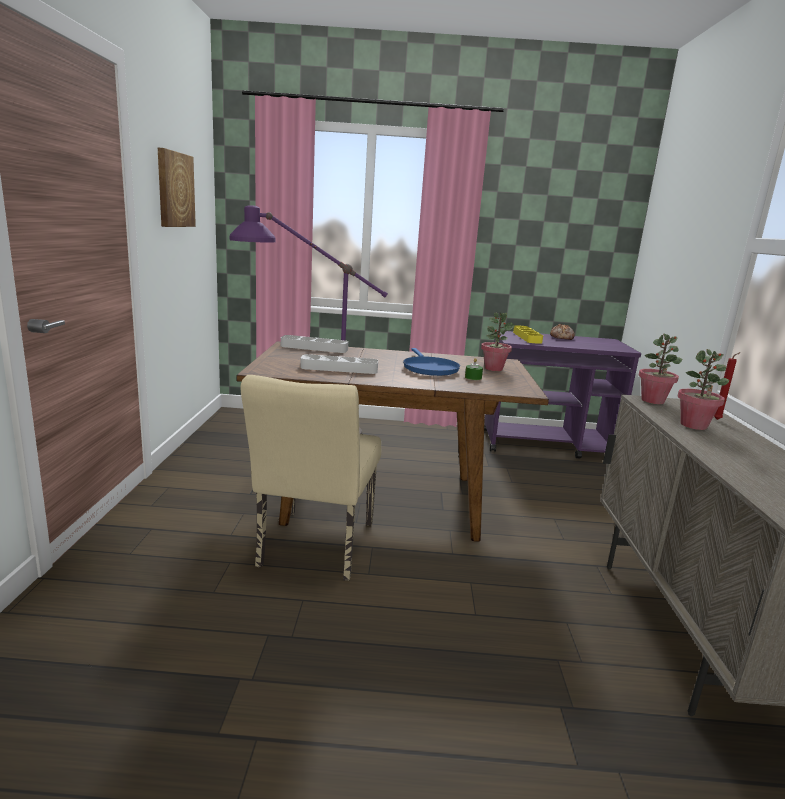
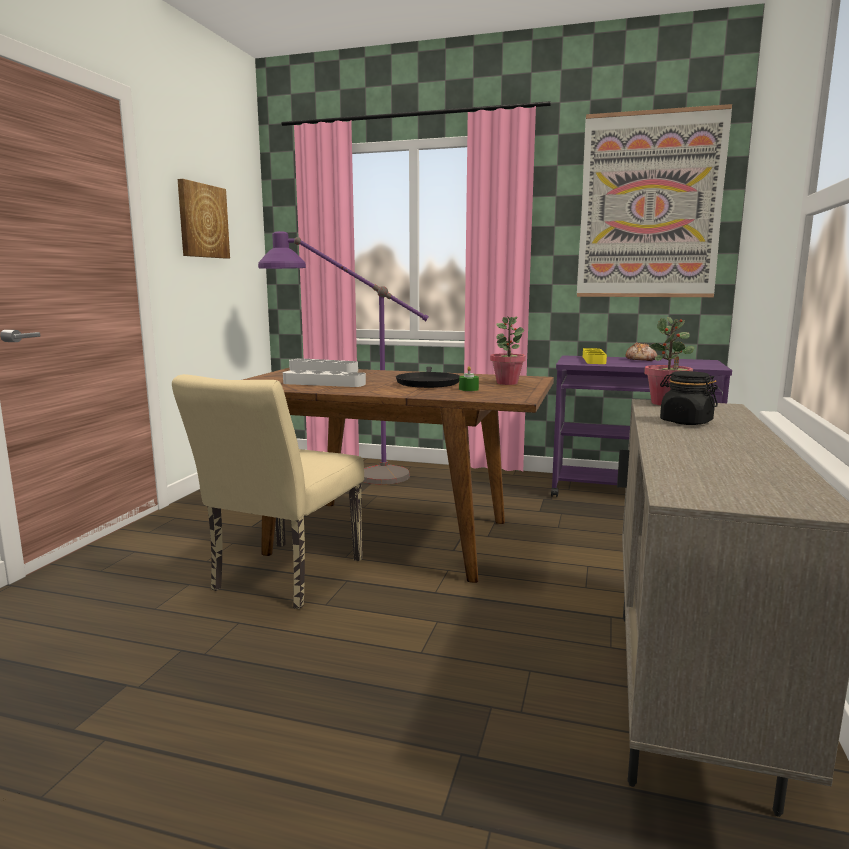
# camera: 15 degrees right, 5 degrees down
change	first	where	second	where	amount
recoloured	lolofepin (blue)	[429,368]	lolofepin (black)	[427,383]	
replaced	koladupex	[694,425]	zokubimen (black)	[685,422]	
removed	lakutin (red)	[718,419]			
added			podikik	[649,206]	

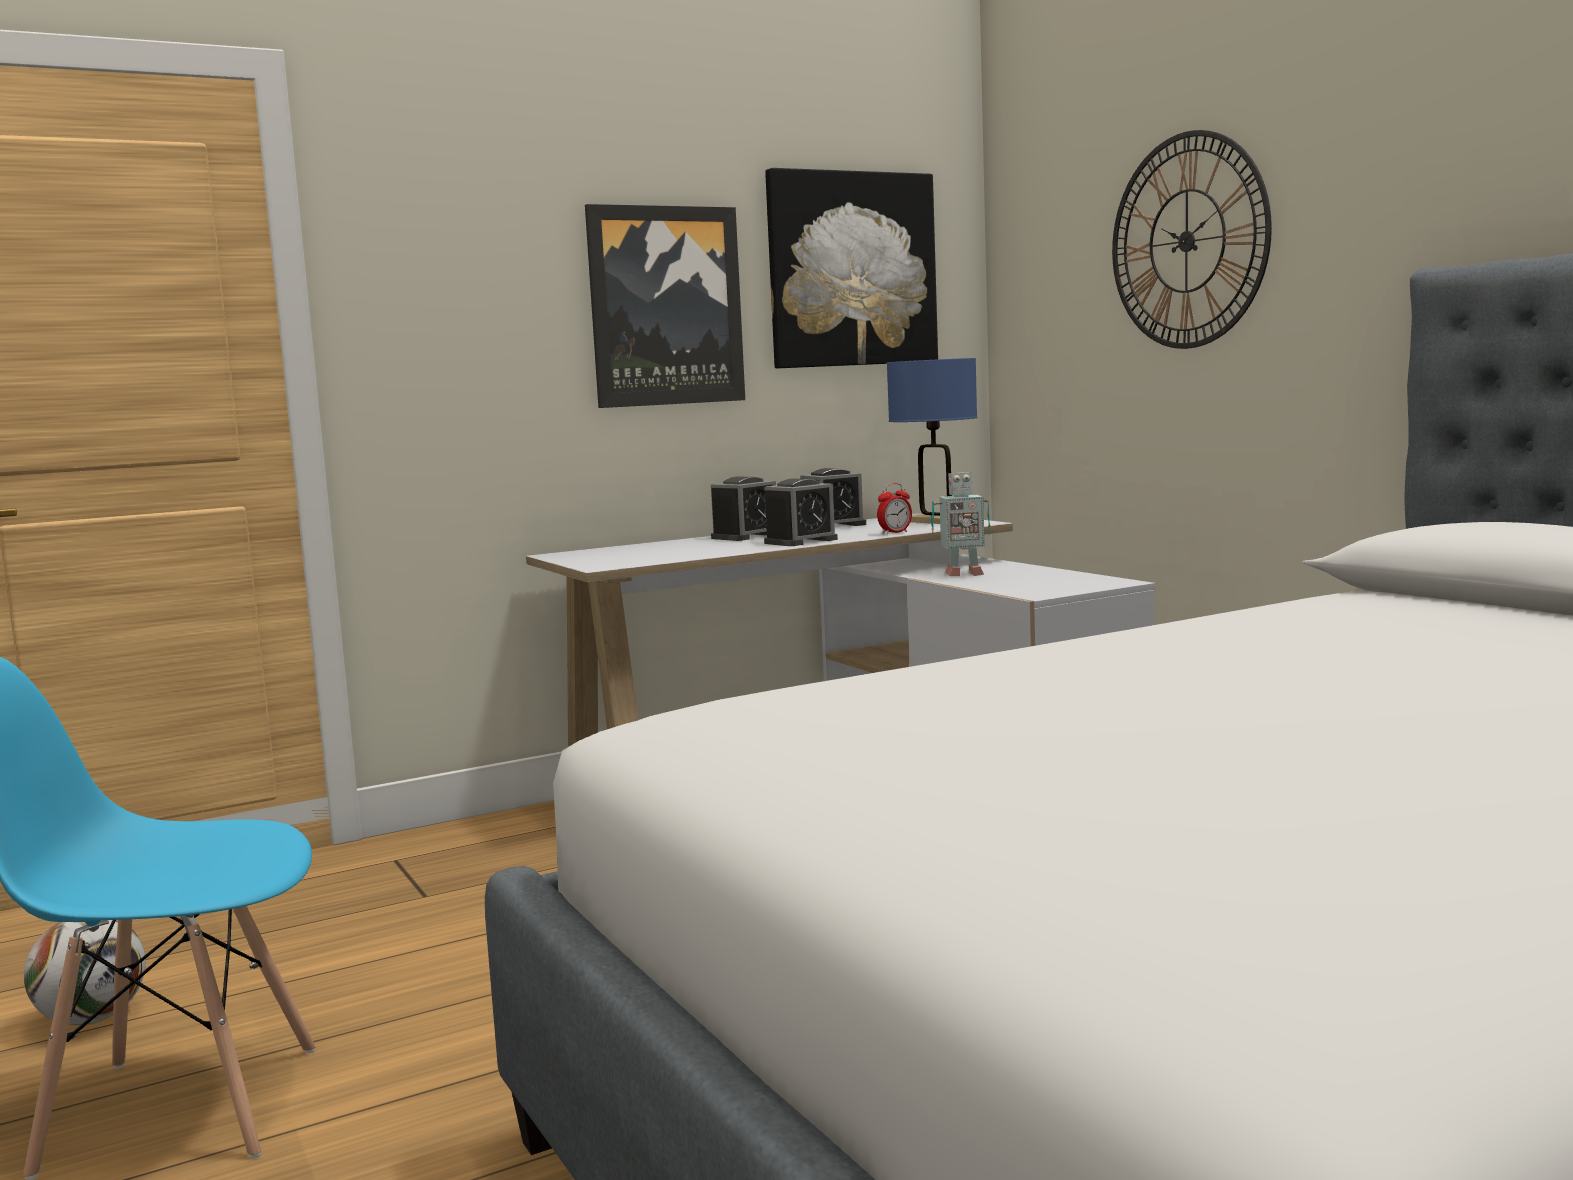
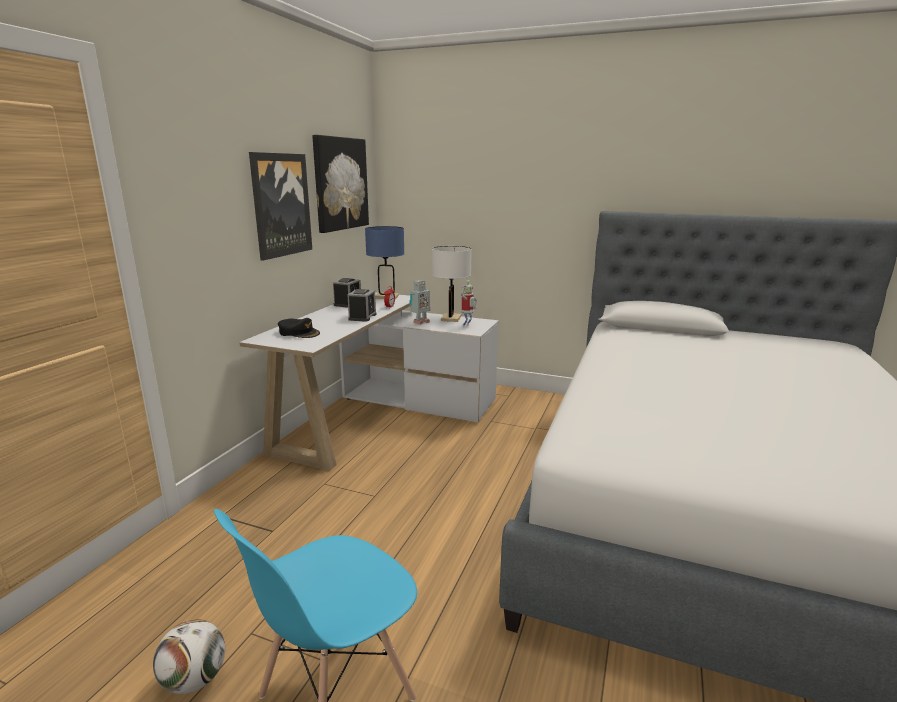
# camera: 40 degrees left, 10 degrees up
change	first	where	second	where	amount
removed	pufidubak	[746,536]			
removed	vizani	[1187,241]			
added			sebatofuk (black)	[299,333]	
added			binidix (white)	[451,318]	
added			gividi	[467,326]	

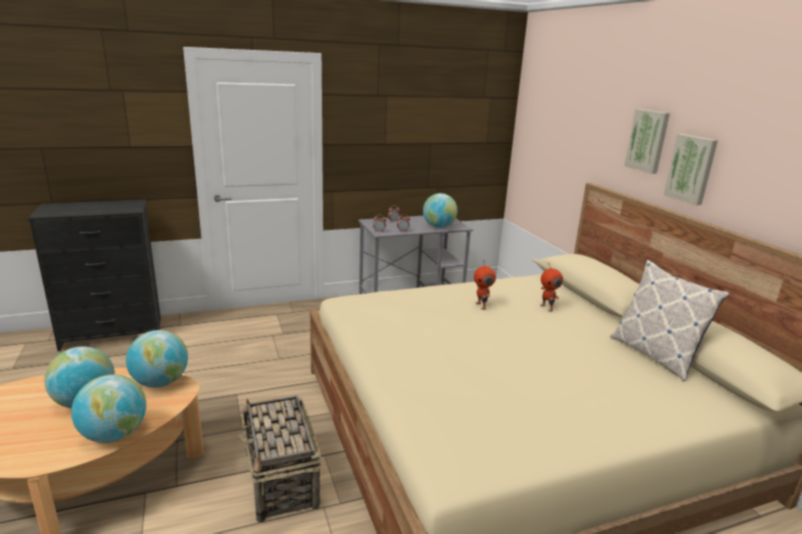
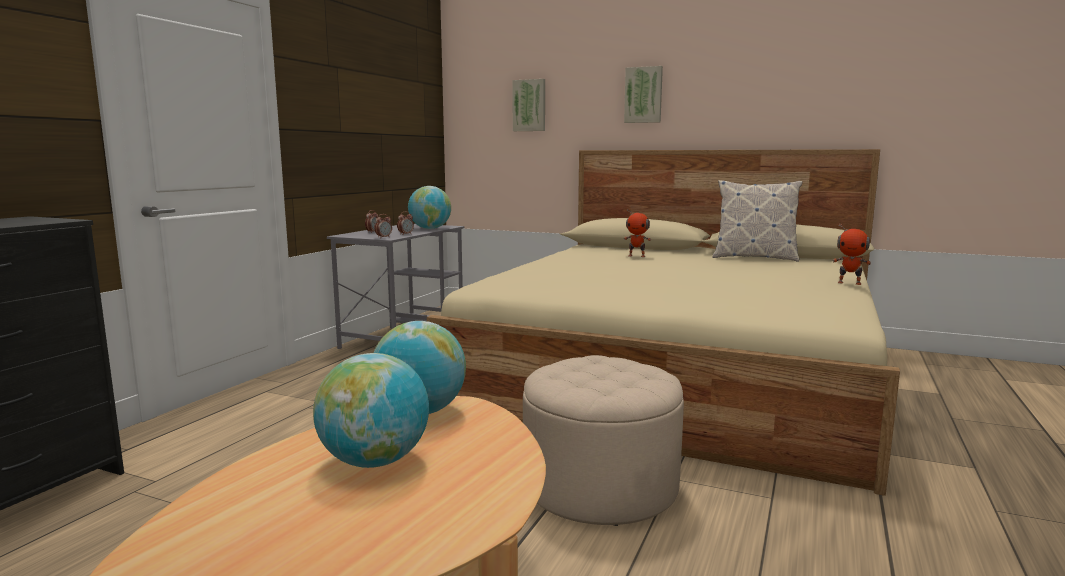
# camera: 45 degrees left, 10 degrees down
change	first	where	second	where	amount
removed	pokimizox	[114,435]			
replaced	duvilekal	[281,480]	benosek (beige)	[600,486]	
moved	gividi	[481,306]		[849,283]	
moved	podikik	[691,169]		[529,105]	

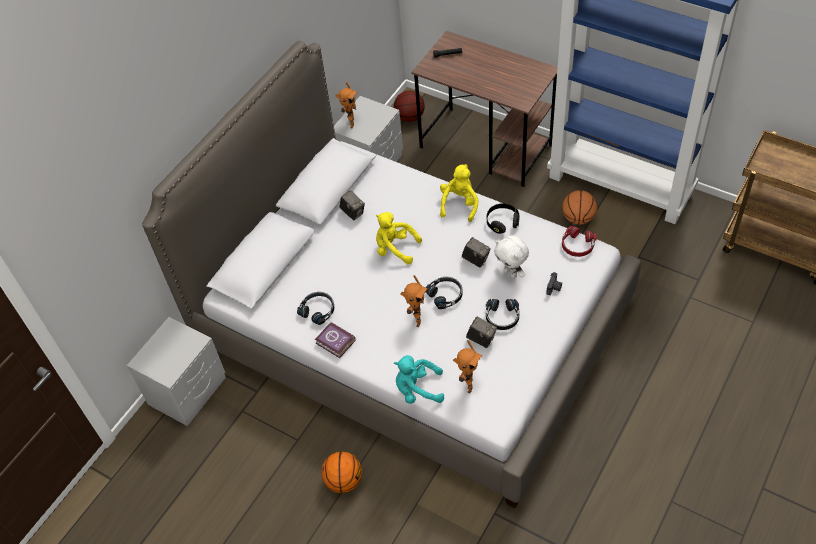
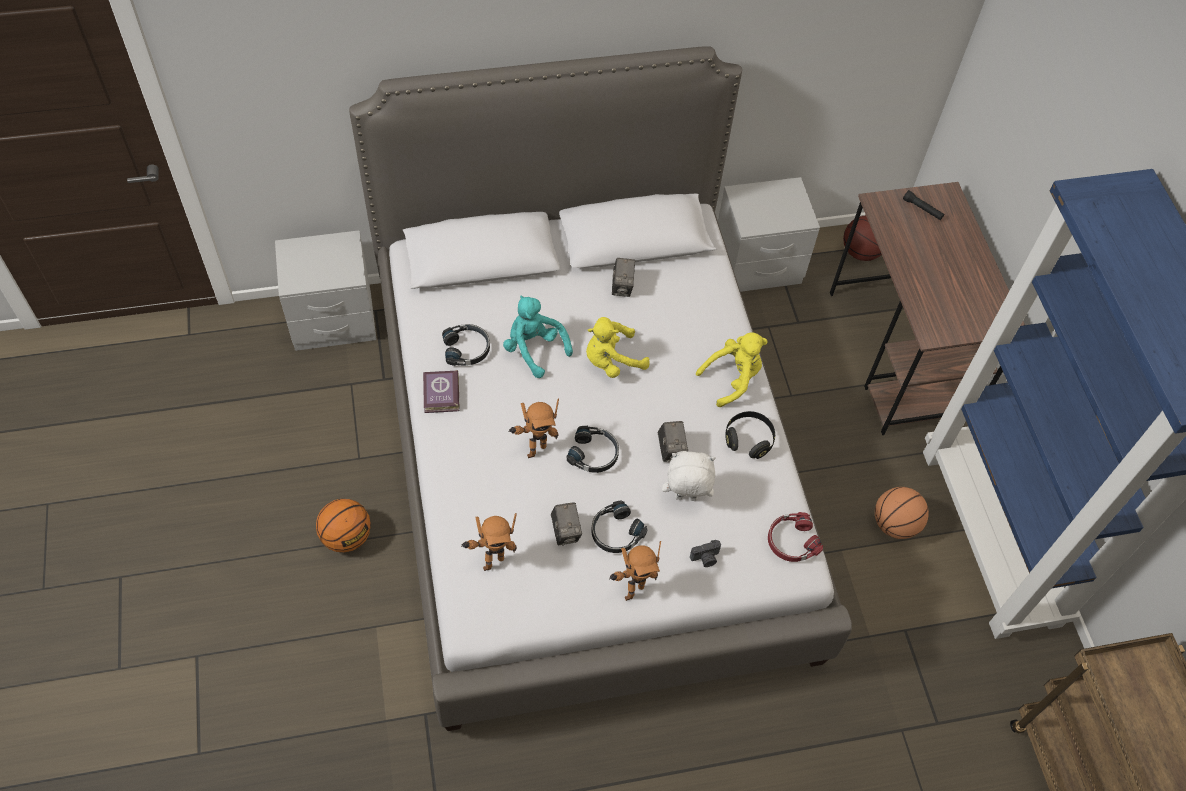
# camera: 40 degrees right, 5 degrees up
change	first	where	second	where	amount
moved	gividi	[350,124]		[631,590]	
turned	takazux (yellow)	[395,249]		[611,361]	90 degrees counterclockwise
moved	takazux (turquoise)	[417,389]		[534,349]	
turned	takazux (white)	[511,273]		[685,499]	90 degrees clockwise

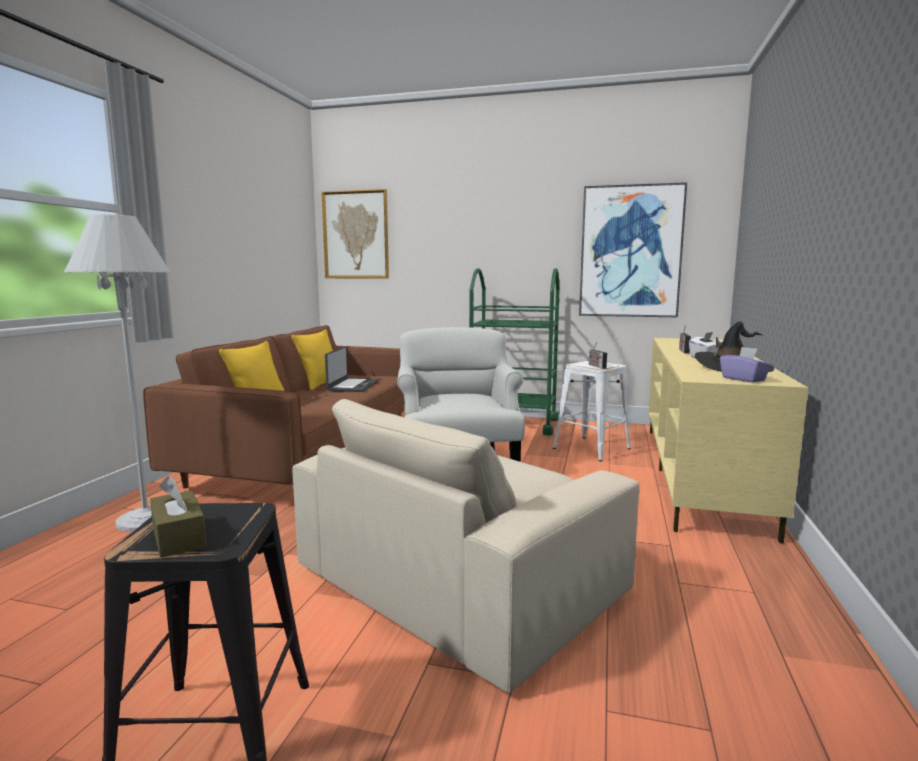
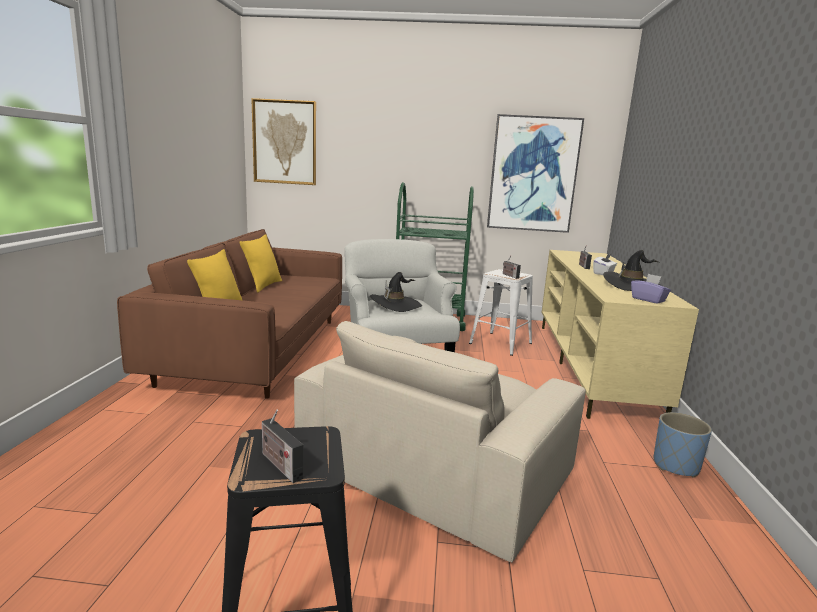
# camera: 10 degrees left, 5 degrees up
change	first	where	second	where	amount
removed	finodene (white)	[146,520]			
replaced	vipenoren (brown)	[178,537]	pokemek	[279,465]	
removed	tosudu	[352,385]			
added			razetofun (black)	[395,305]	
added			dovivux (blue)	[675,466]	

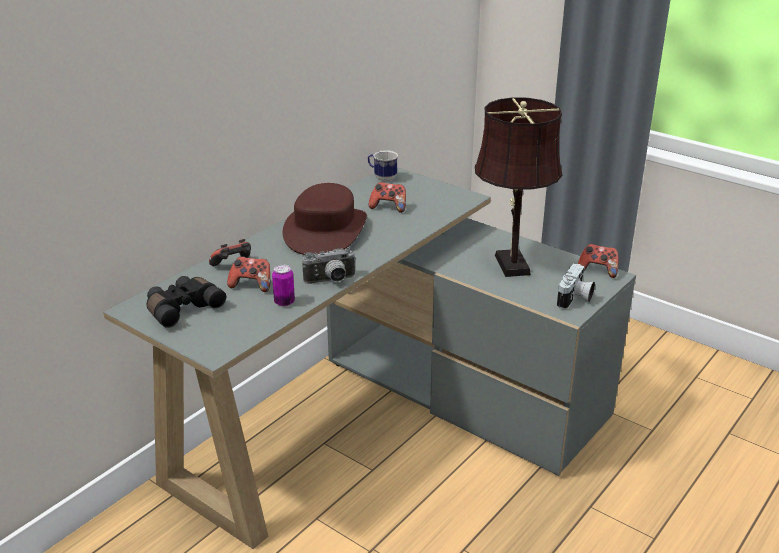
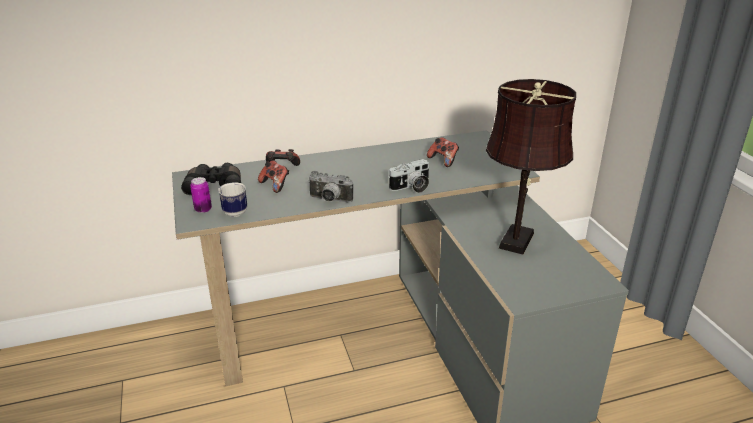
# camera: 35 degrees right, 0 degrees up
change	first	where	second	where	amount
moved	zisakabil	[284,302]		[203,209]	
removed	razetofun (brown)	[325,231]			
moved	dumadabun	[382,178]		[234,211]	
moved	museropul	[575,299]		[411,188]	
removed	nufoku	[598,270]			

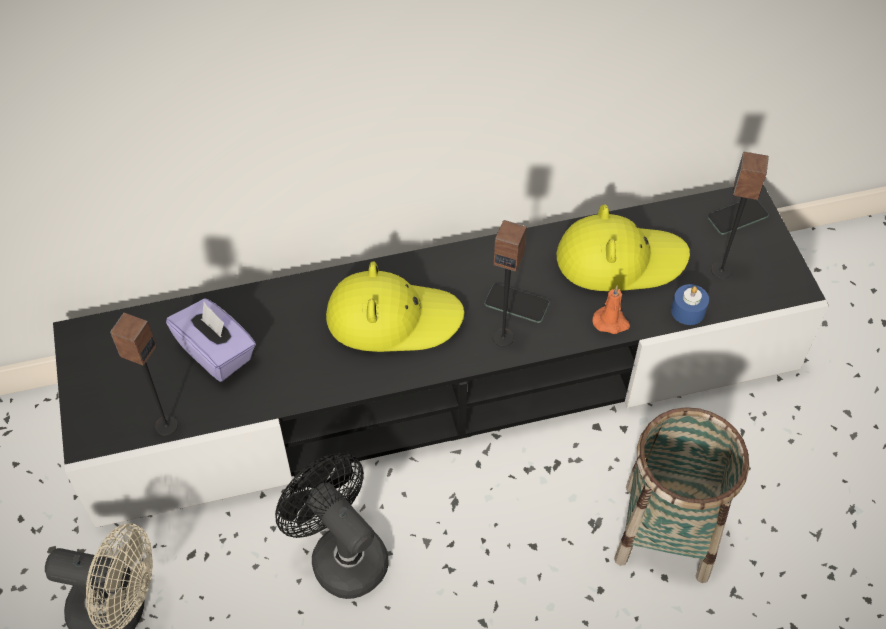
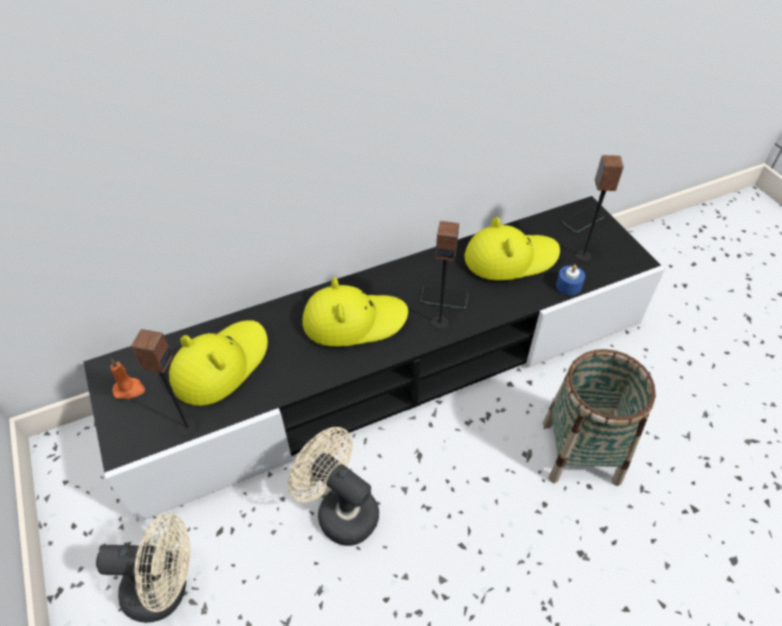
# camera: 10 degrees left, 5 degrees down
change	first	where	second	where	amount
replaced	vipenoren (purple)	[217,352]	razetofun (yellow)	[220,365]	
recoloured	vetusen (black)	[341,554]	vetusen (beige)	[340,510]	
moved	lakutin (orange)	[611,322]		[129,389]	

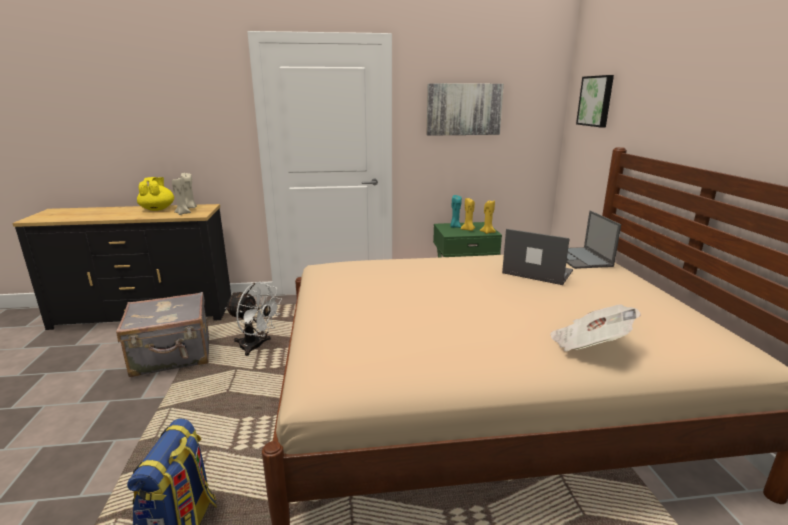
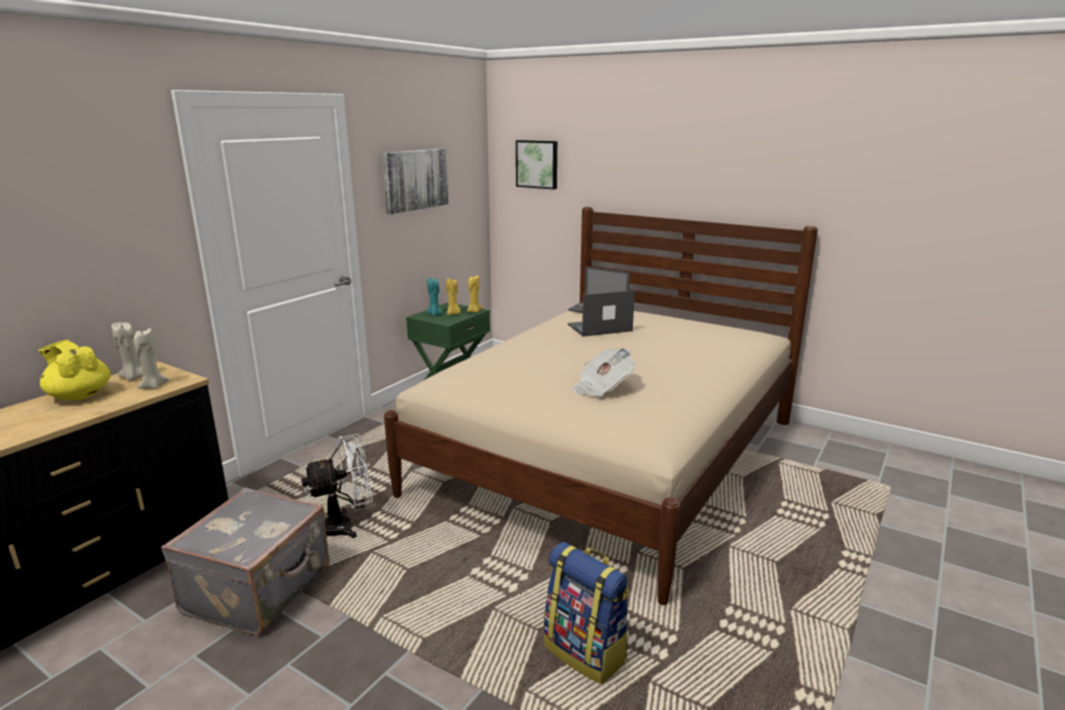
# camera: 50 degrees left, 0 degrees up
change	first	where	second	where	amount
moved	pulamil	[588,345]		[601,388]	

